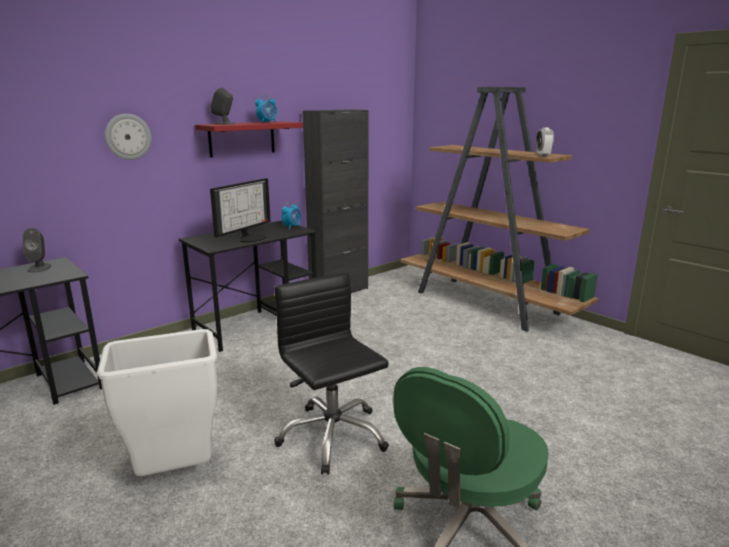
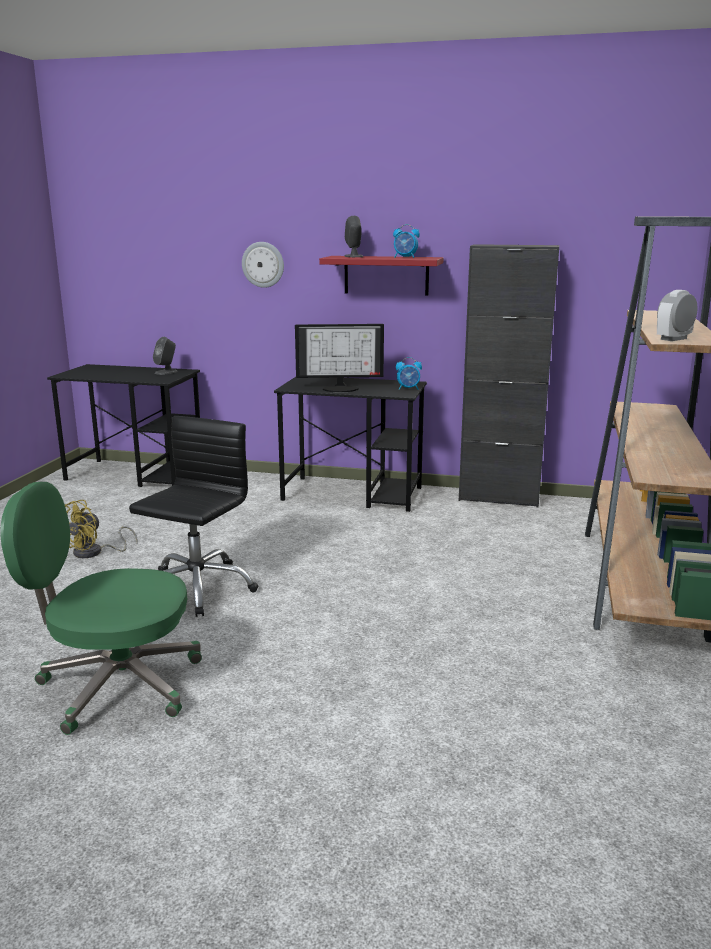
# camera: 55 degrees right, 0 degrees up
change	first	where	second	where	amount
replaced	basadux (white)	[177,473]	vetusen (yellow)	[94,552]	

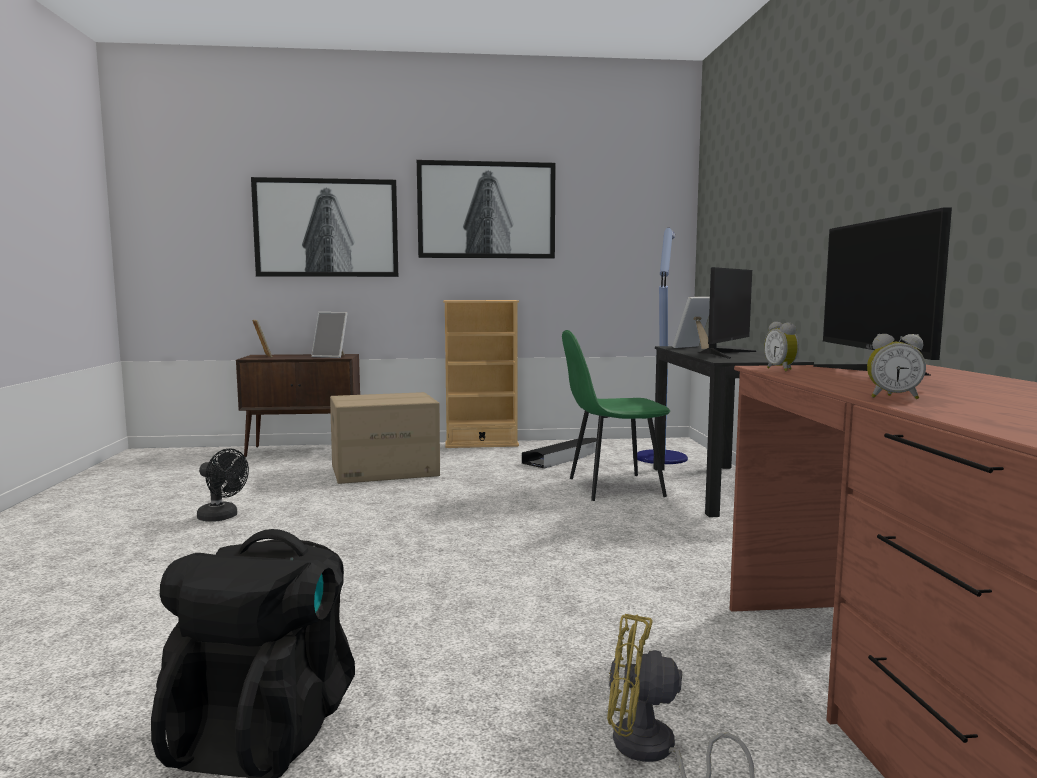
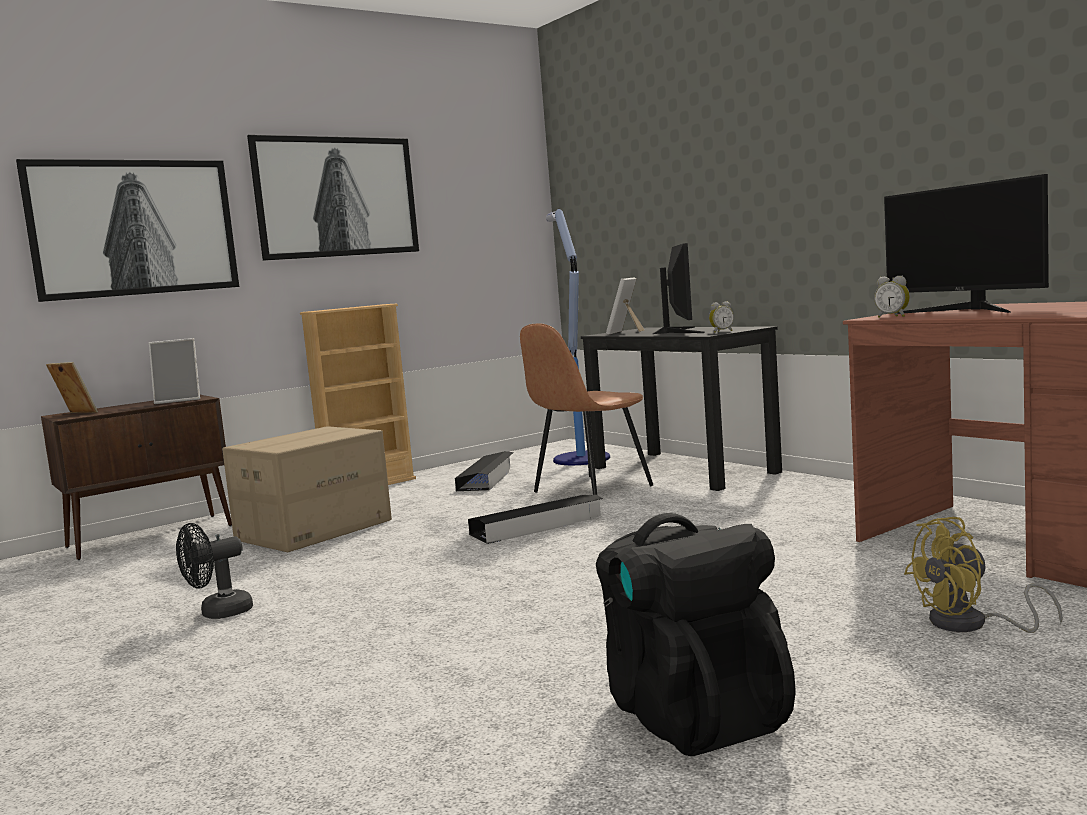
# camera: 30 degrees left, 0 degrees up
change	first	where	second	where	amount
turned	vetusen (black)	[222,517]		[218,613]	150 degrees clockwise
recoloured	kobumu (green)	[612,487]	kobumu (brown)	[590,490]	
moved	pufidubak	[892,397]		[721,331]	
added			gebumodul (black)	[538,526]	

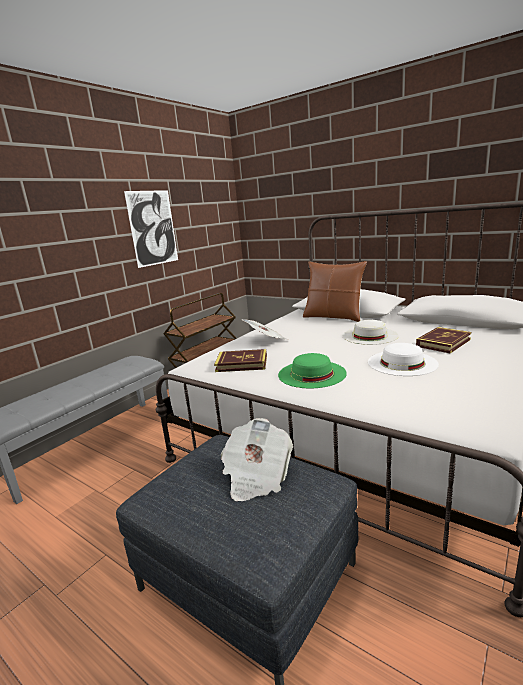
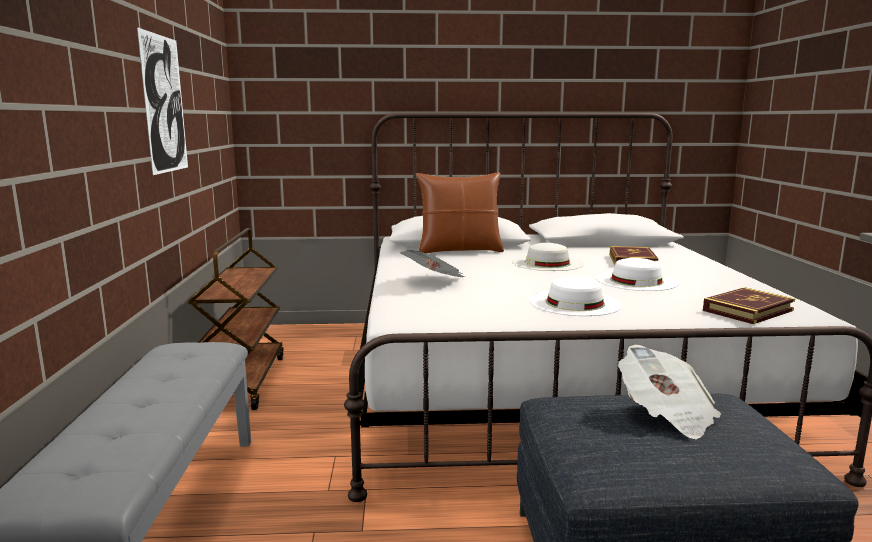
# camera: 40 degrees left, 5 degrees down
change	first	where	second	where	amount
moved	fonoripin	[242,364]		[748,310]	
recoloured	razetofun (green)	[312,374]	razetofun (white)	[575,303]	

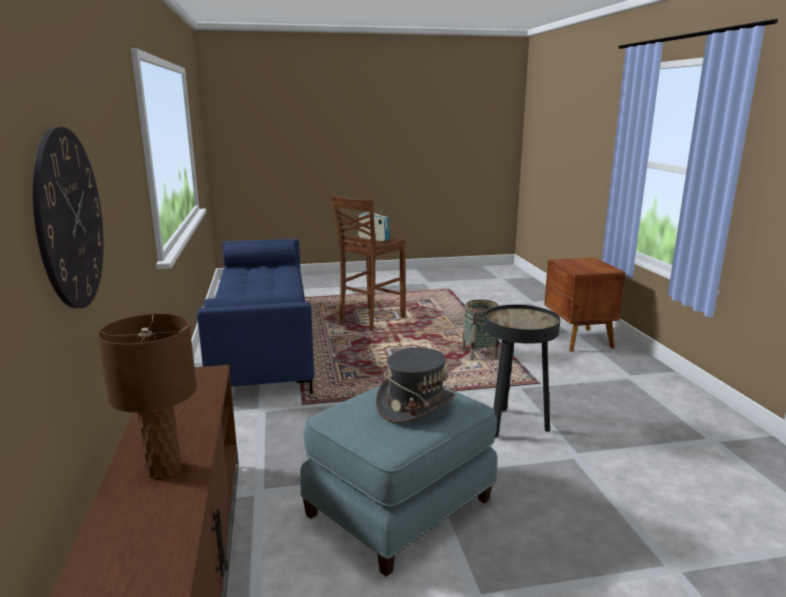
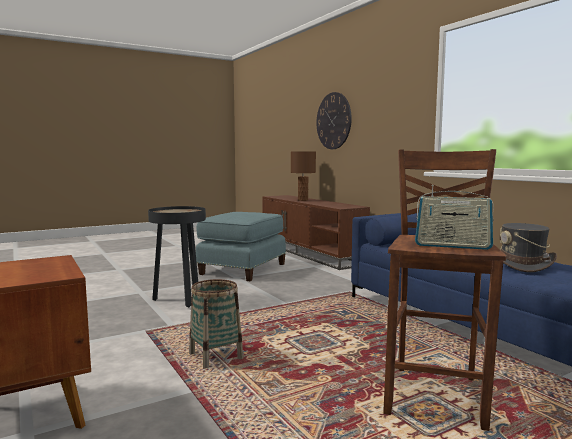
# camera: 160 degrees right, 10 degrees down
change	first	where	second	where	amount
moved	razetofun (grey)	[415,404]		[522,264]	

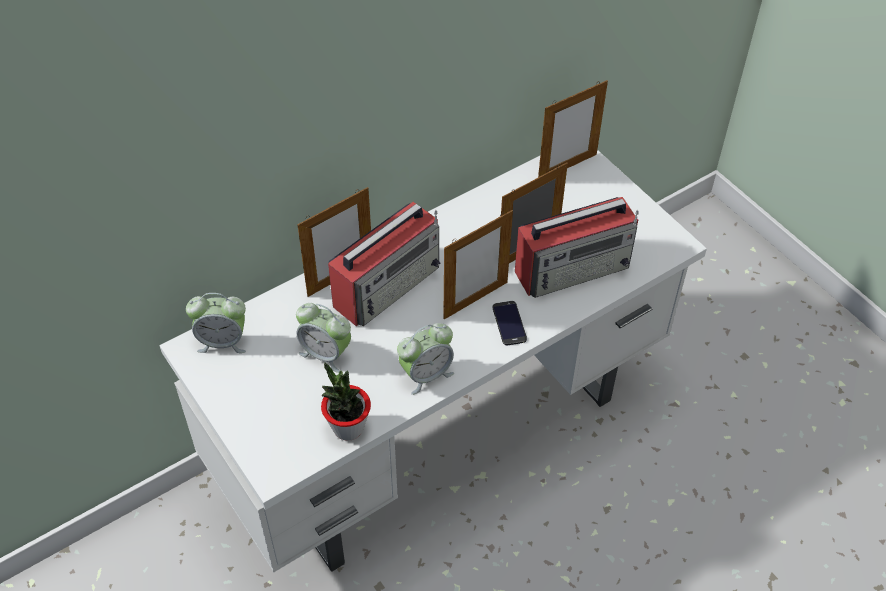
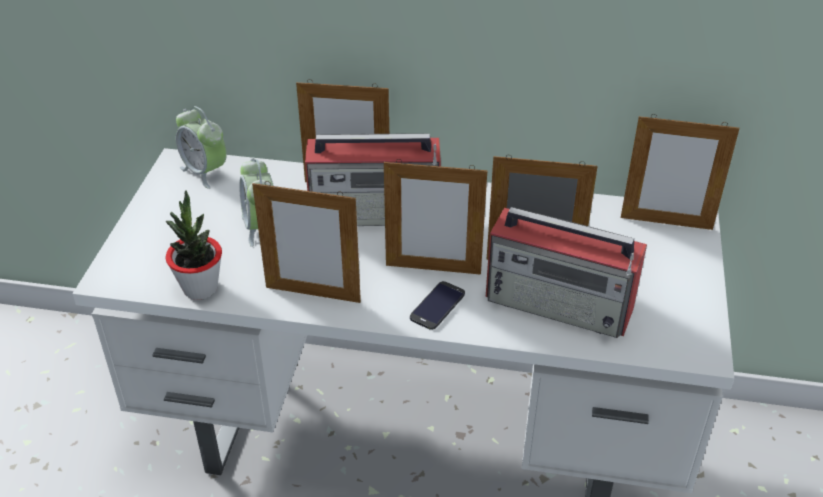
# camera: 45 degrees right, 10 degrees down
change	first	where	second	where	amount
replaced	pufidubak	[426,374]	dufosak	[313,294]	

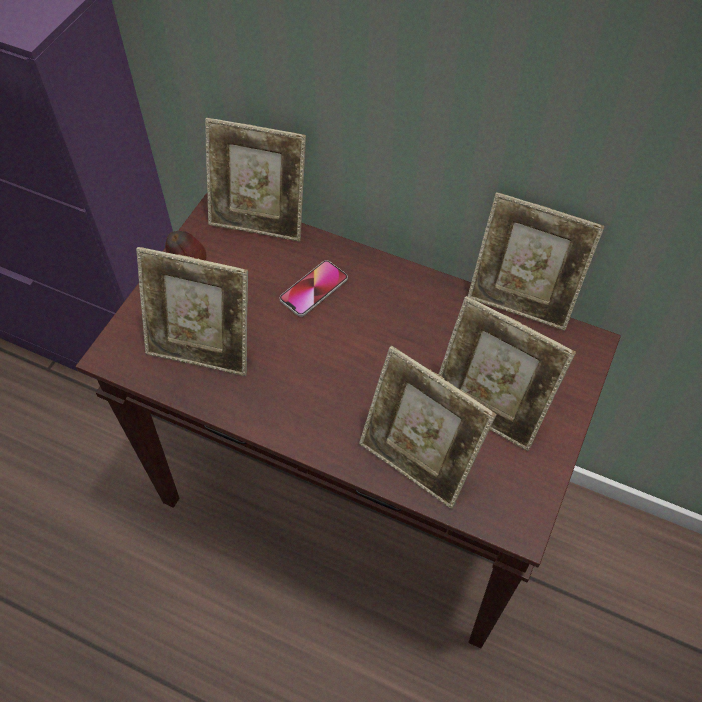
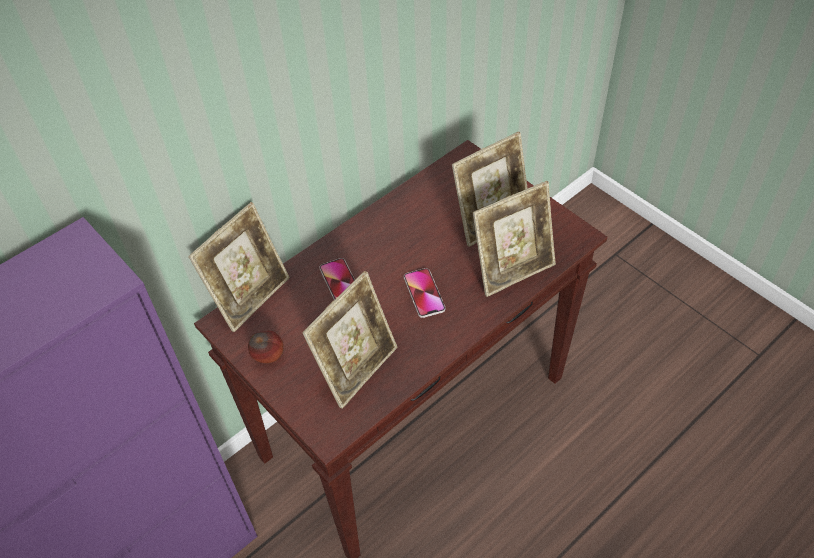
# camera: 65 degrees left, 5 degrees down
change	first	where	second	where	amount
removed	dufosak	[522,300]			
added			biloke	[424,293]	

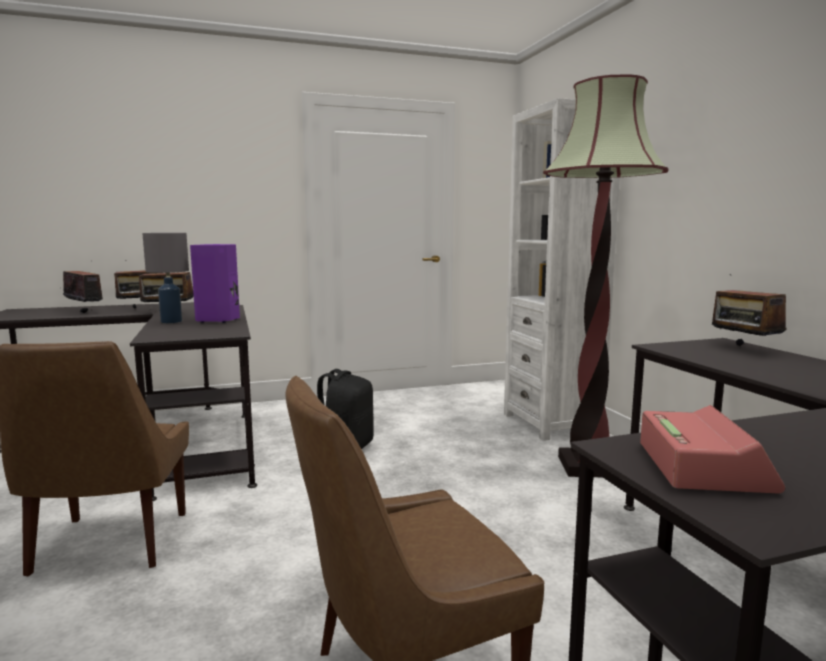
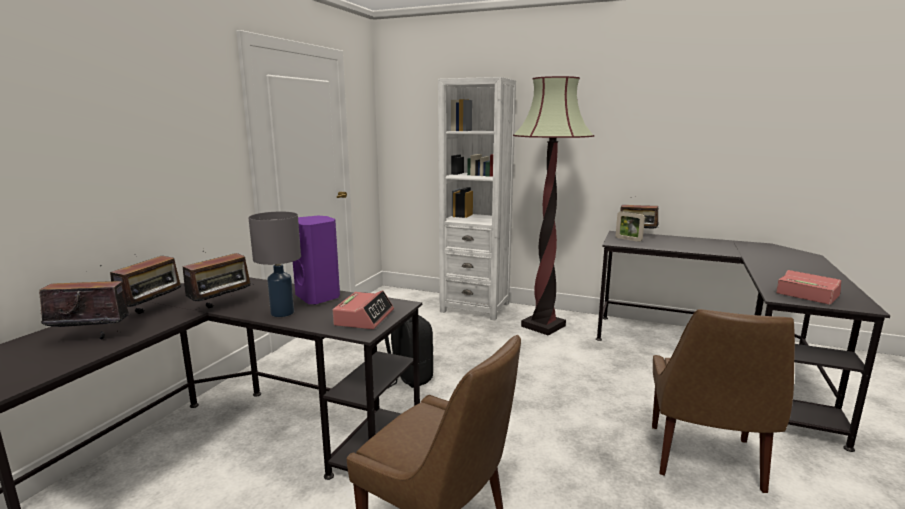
# camera: 50 degrees left, 5 degrees up
change	first	where	second	where	amount
added			pufidubak	[364,318]	
added			dufosak	[628,239]	

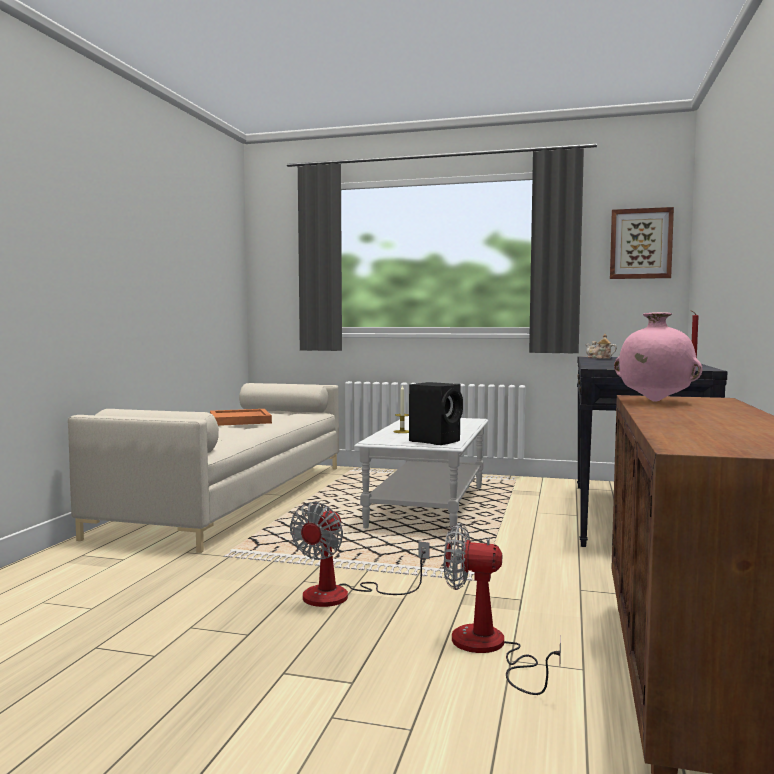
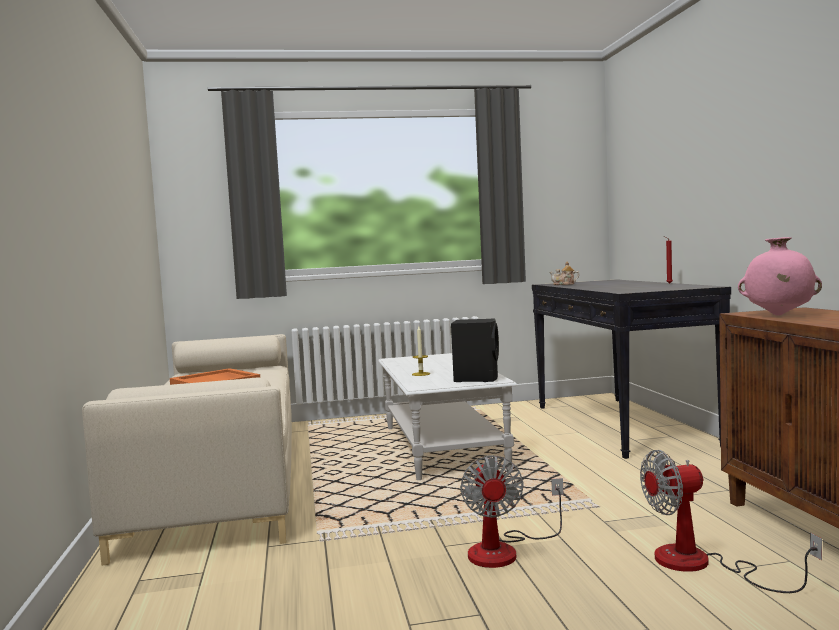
# camera: 25 degrees left, 0 degrees up
change	first	where	second	where	amount
removed	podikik	[640,244]			

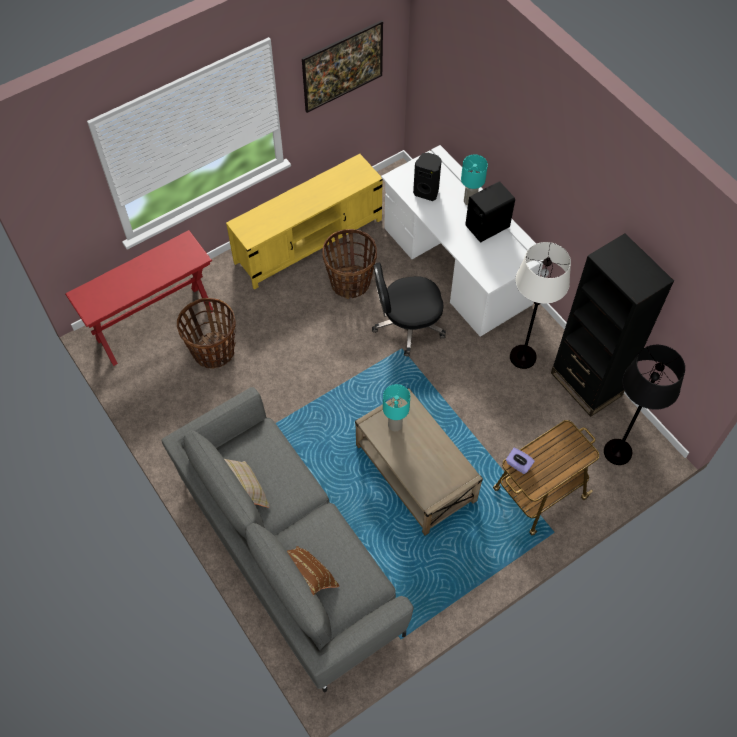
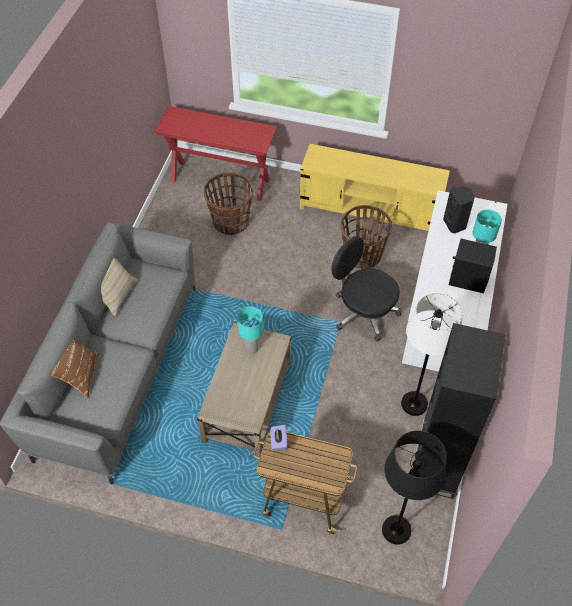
# camera: 50 degrees right, 5 degrees down
change	first	where	second	where	amount
removed	podikik	[343,79]			

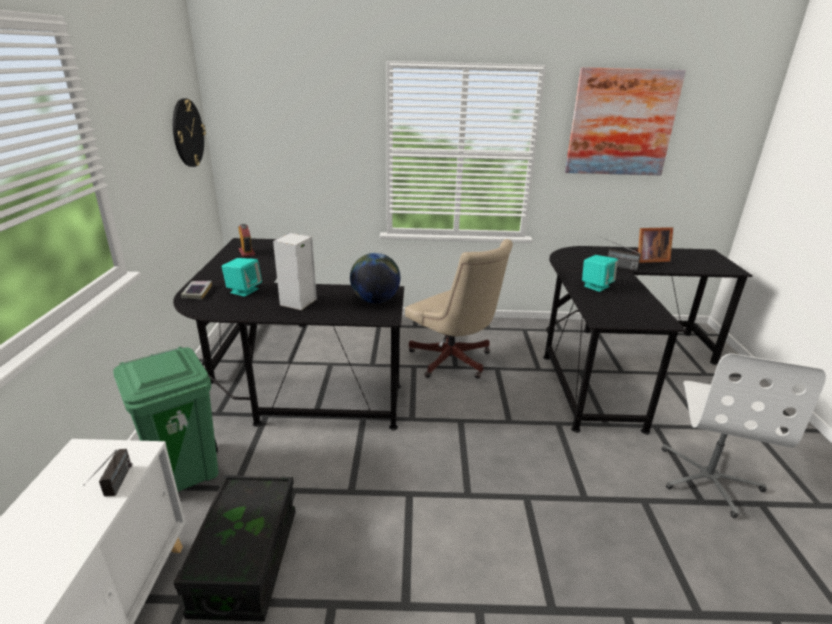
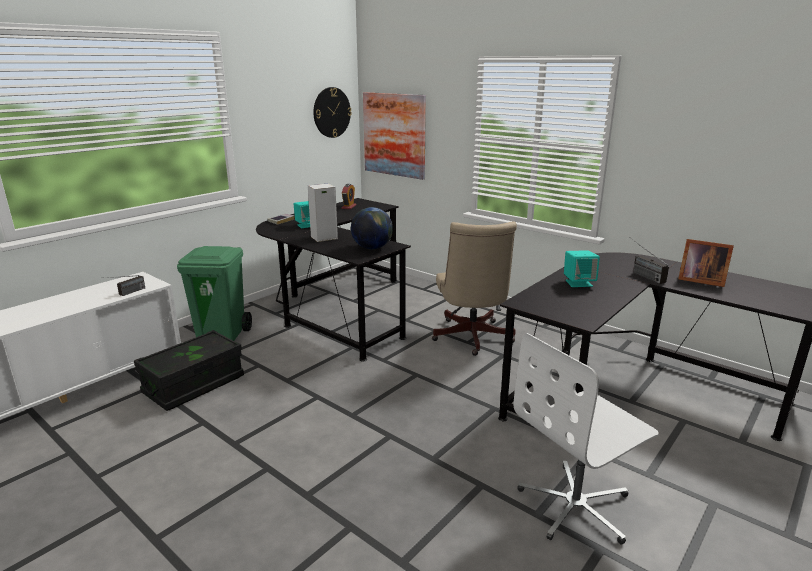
# camera: 40 degrees right, 5 degrees down
change	first	where	second	where	amount
moved	podikik	[621,123]		[394,135]	

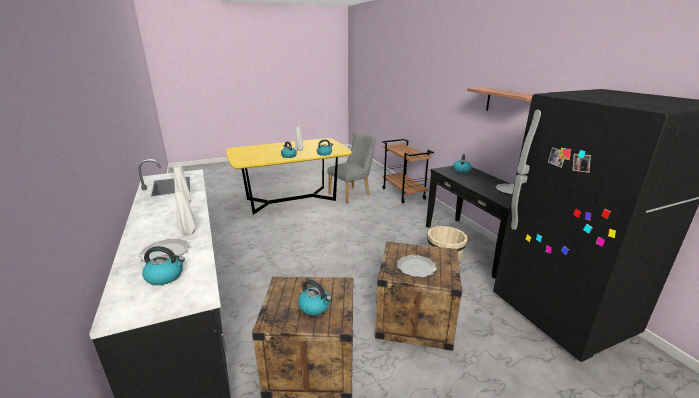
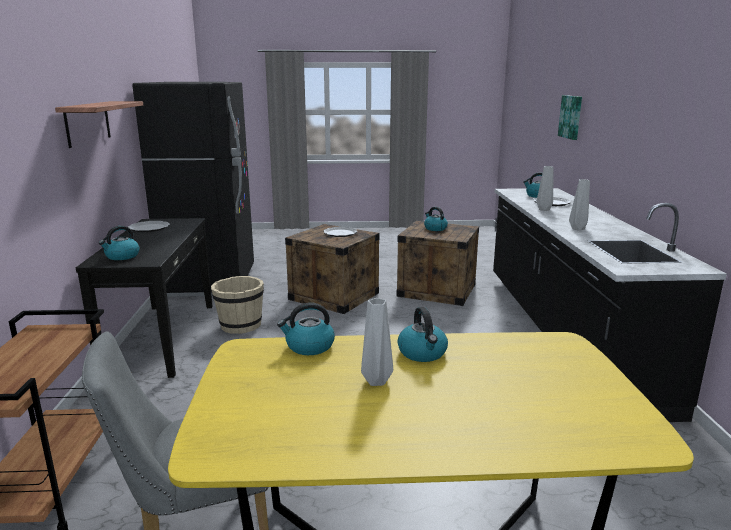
# camera: 160 degrees left, 5 degrees down
change	first	where	second	where	amount
added			podikik	[571,117]	

